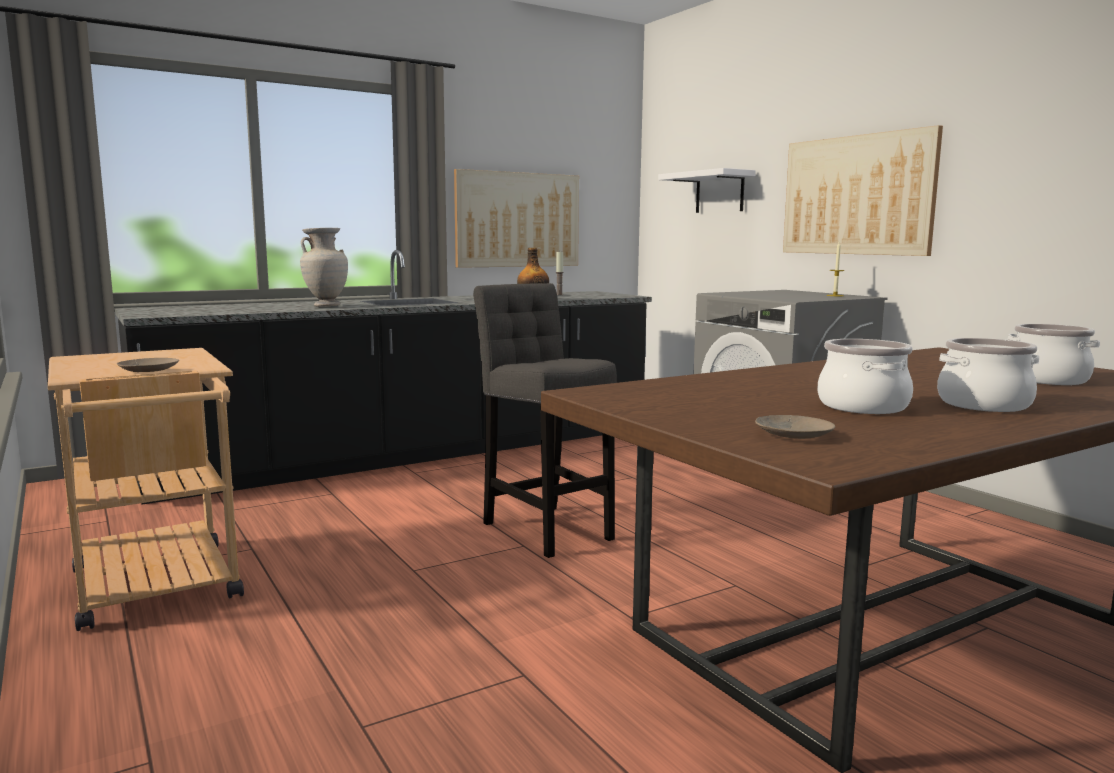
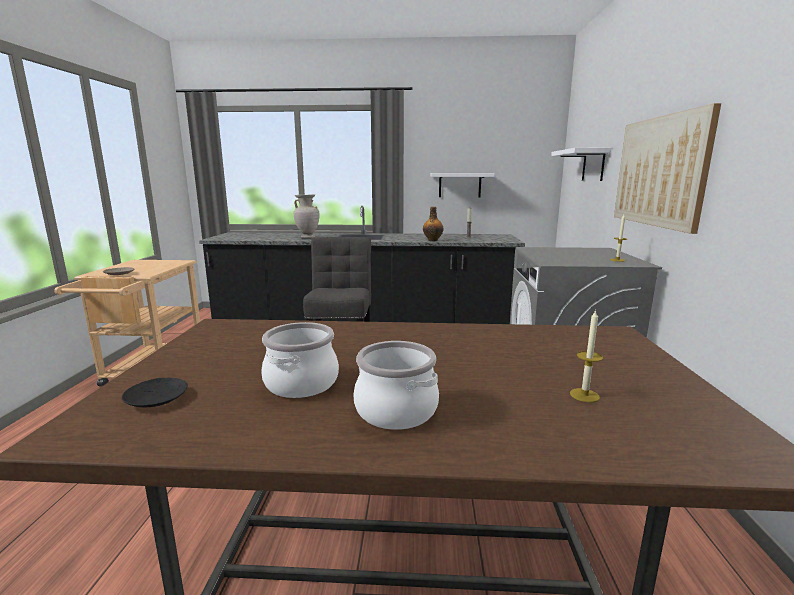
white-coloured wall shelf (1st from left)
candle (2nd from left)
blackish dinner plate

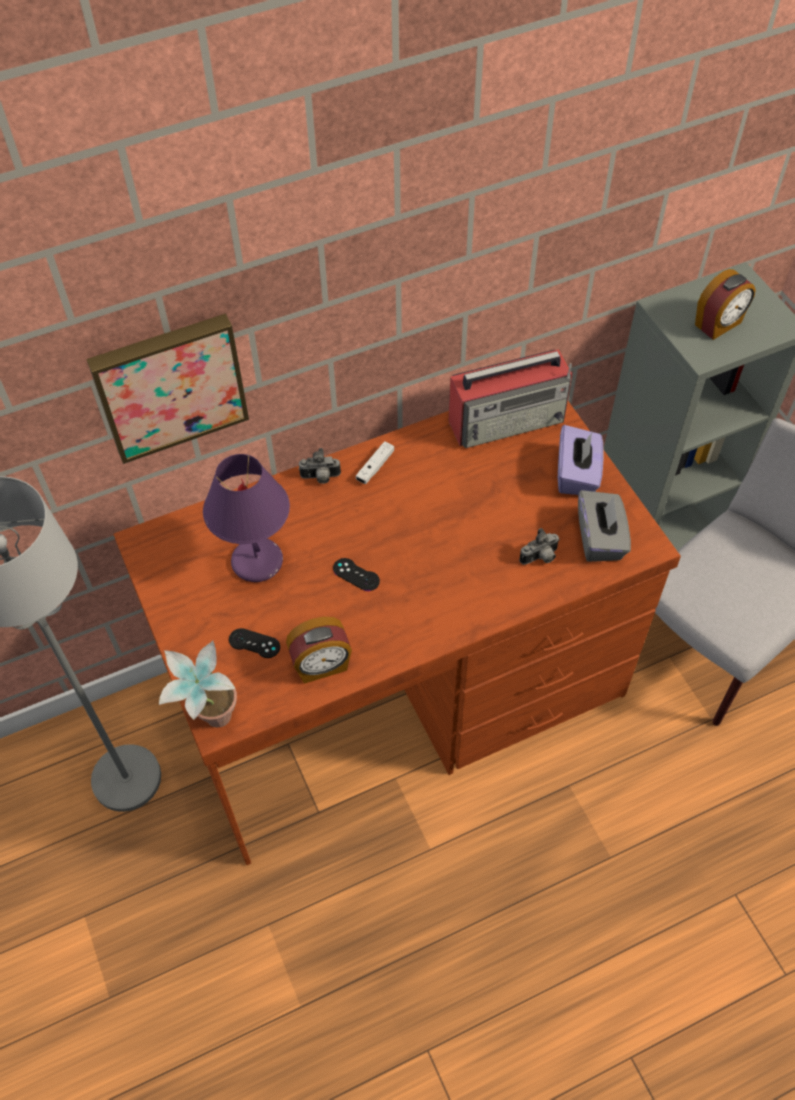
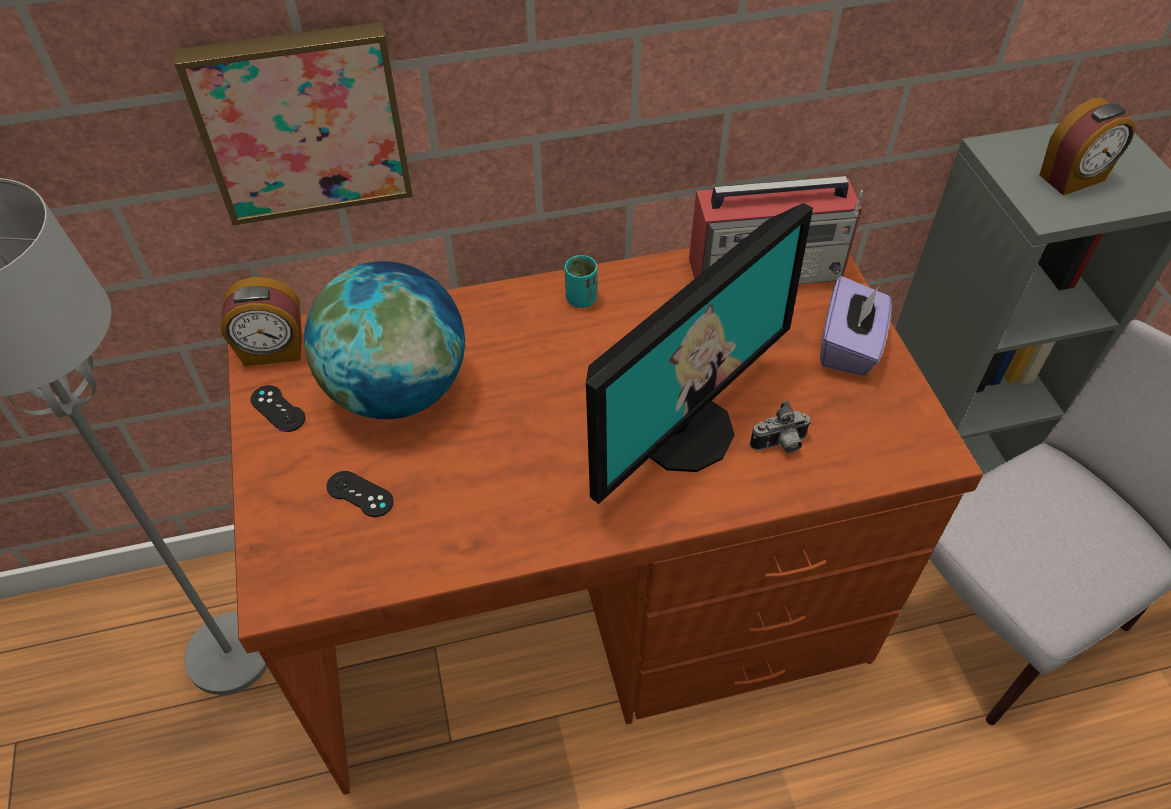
turquoise cup
photo camera (1st from left in the first image)
globe
gray box of tissues
blackish game controller (1st from left)
bedside clock (1st from left)
houseplant
computer screen

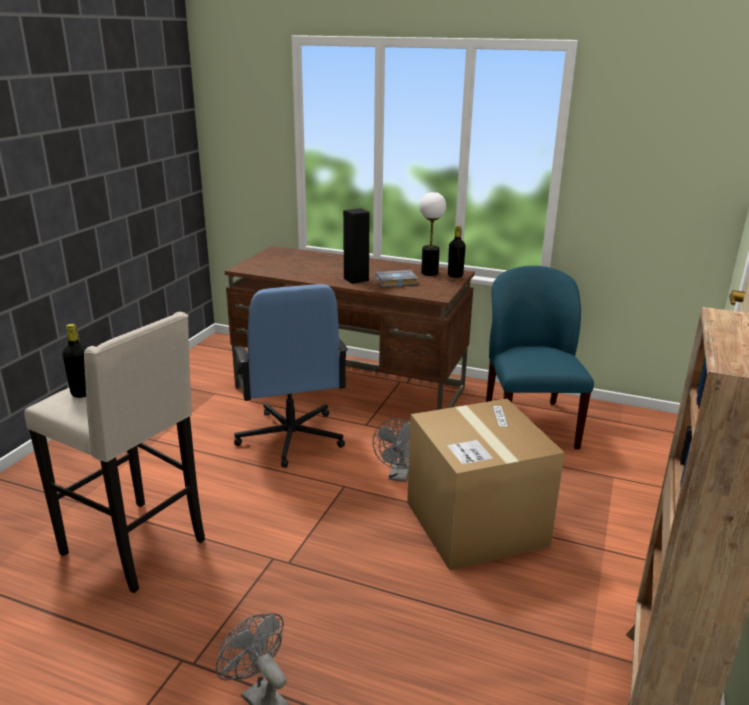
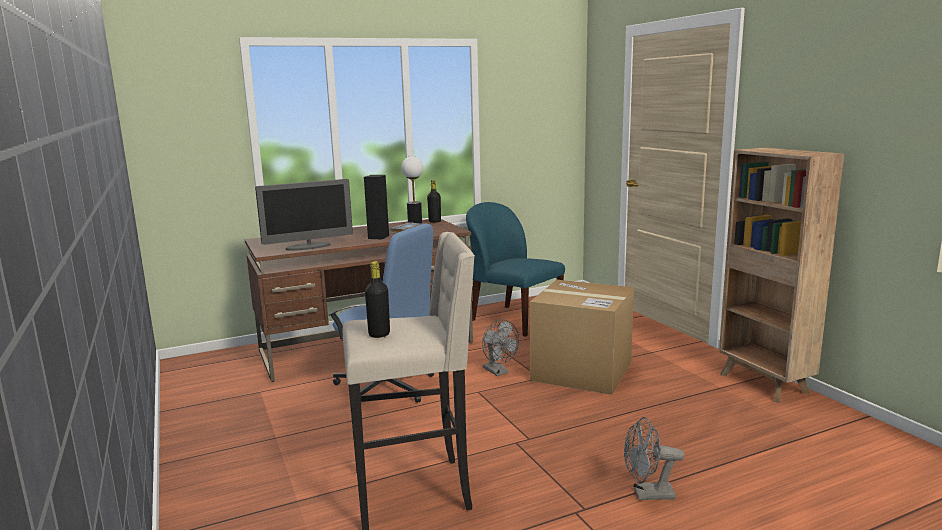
computer screen

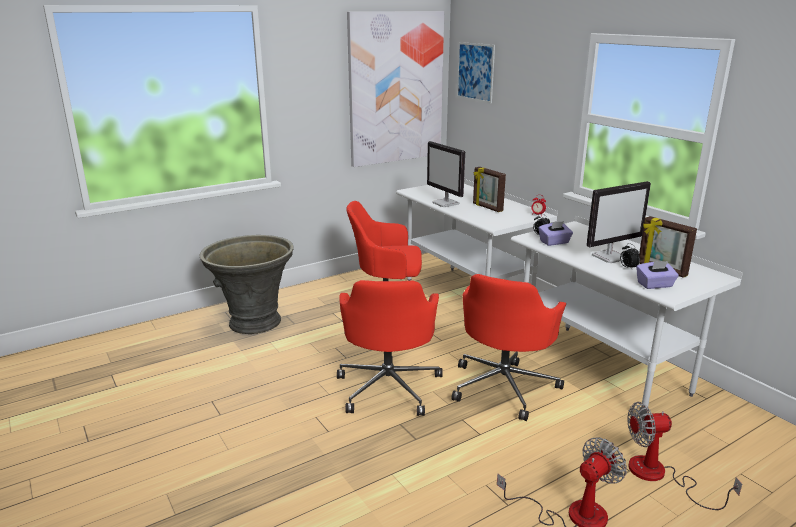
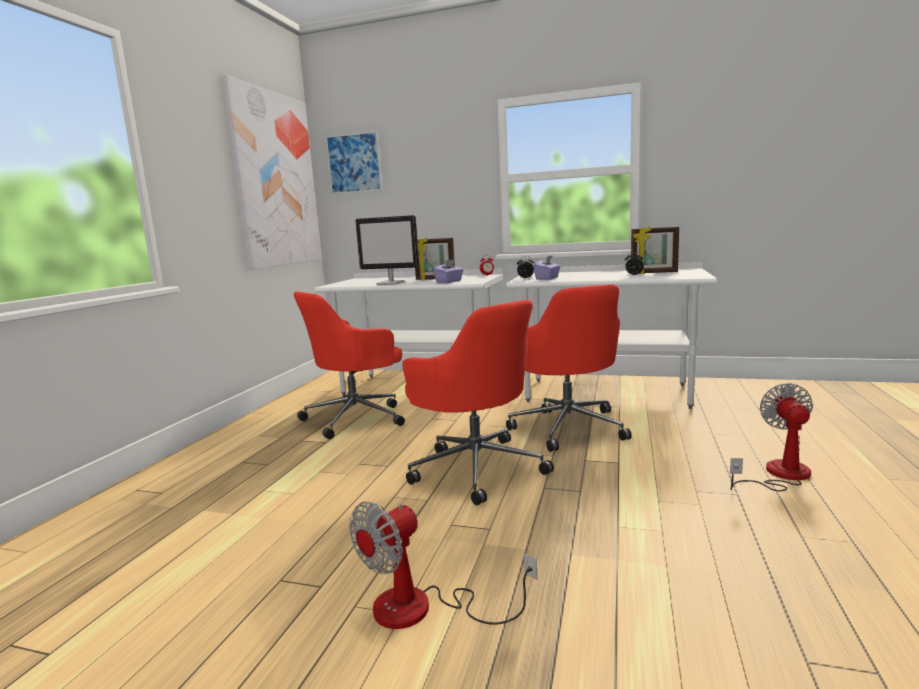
computer screen (2nd from left in the first image)
gray planter
purplish box of tissues (1st from left)
fan (1st from left)

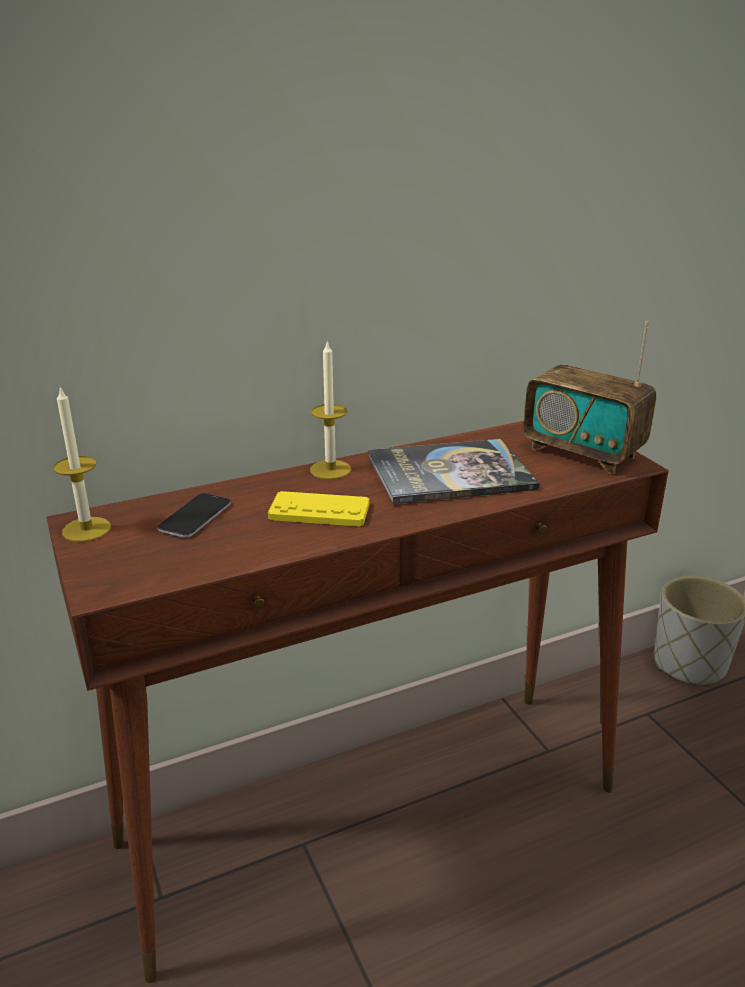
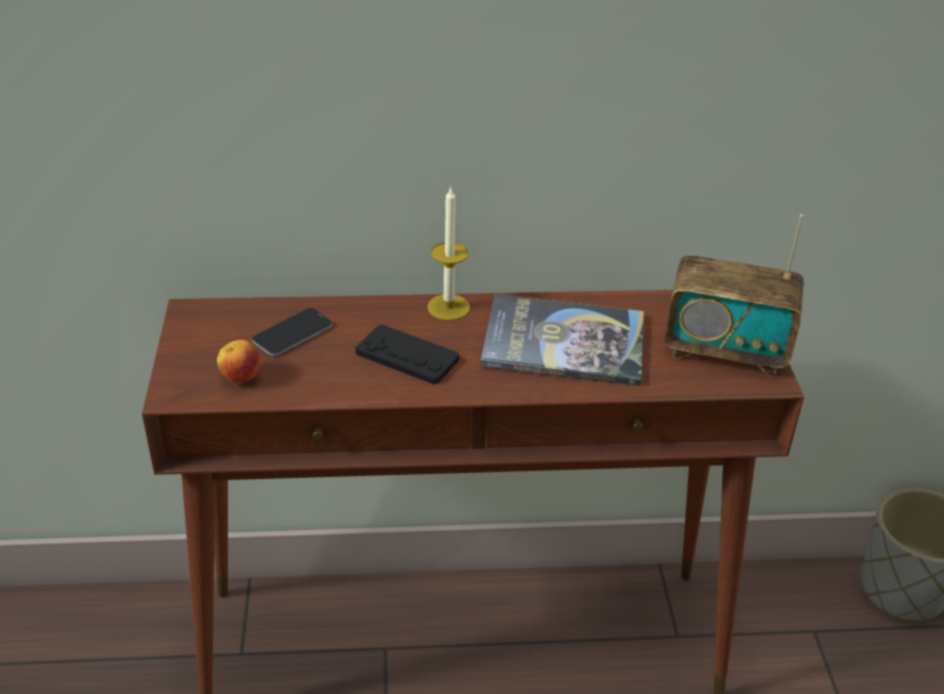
radio set
candle (1st from left in the first image)
blackish game controller
whole apple

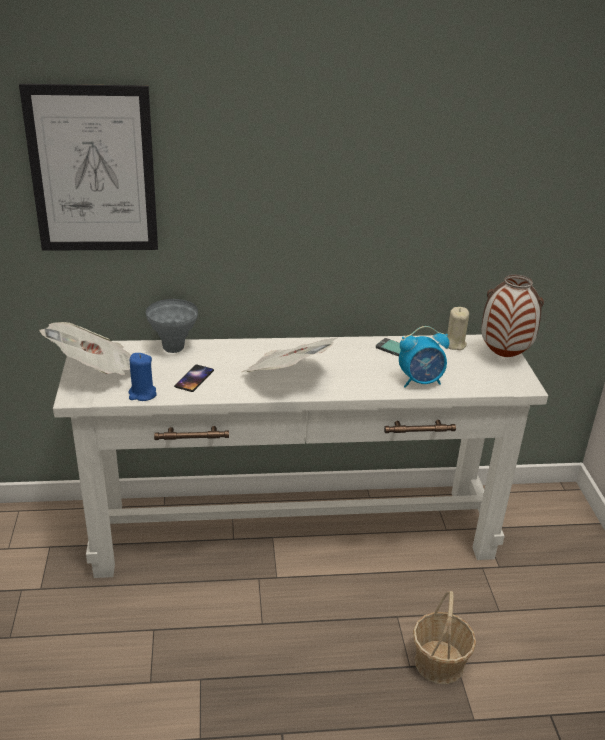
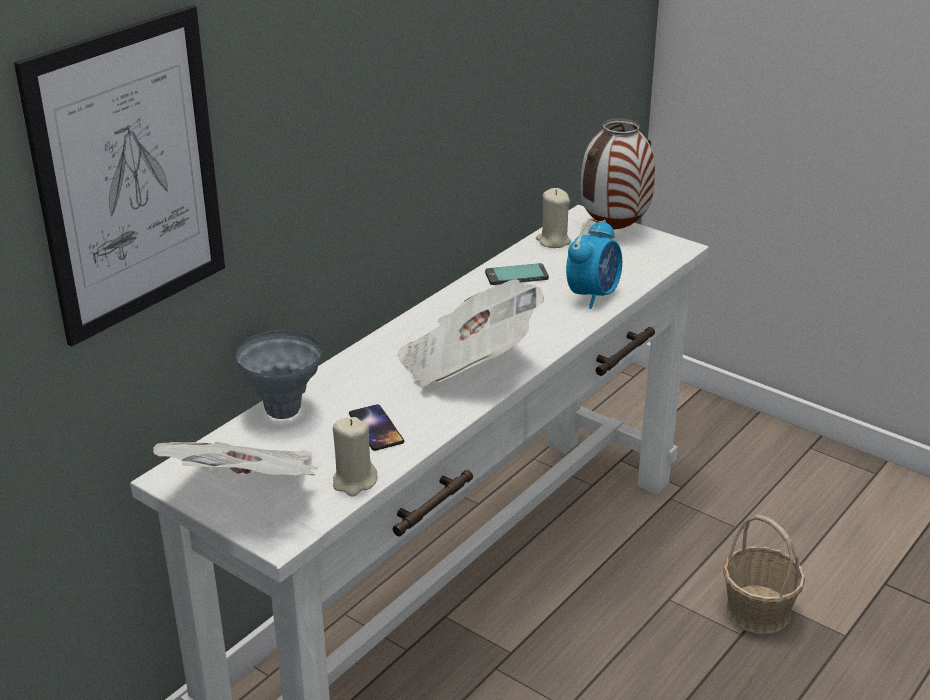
beige candle (1st from left)

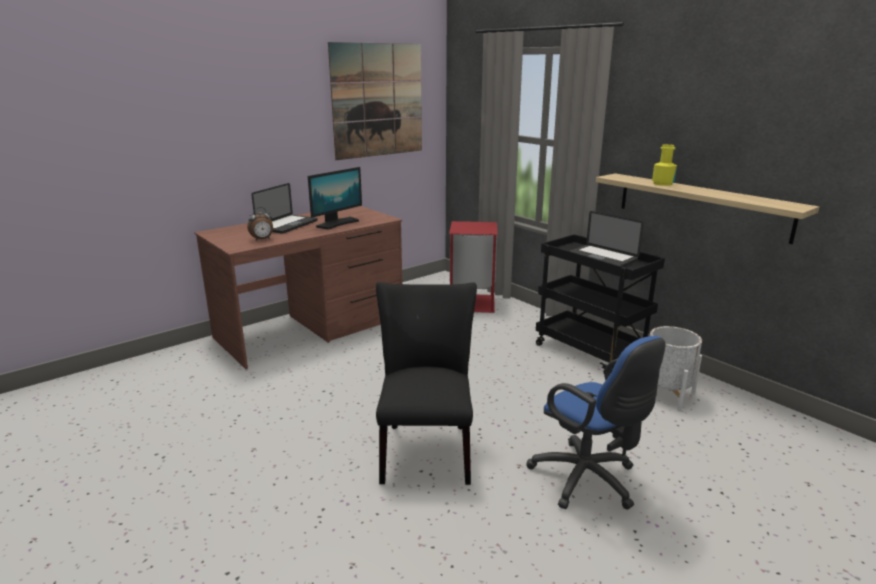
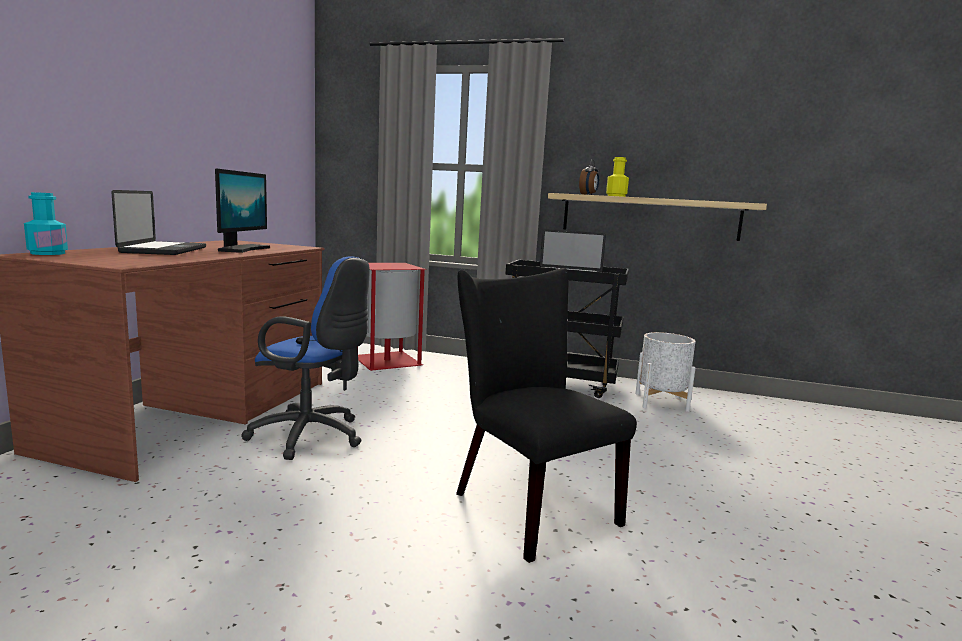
picture
bedside clock
blue-coloured office chair
turquoise bottle

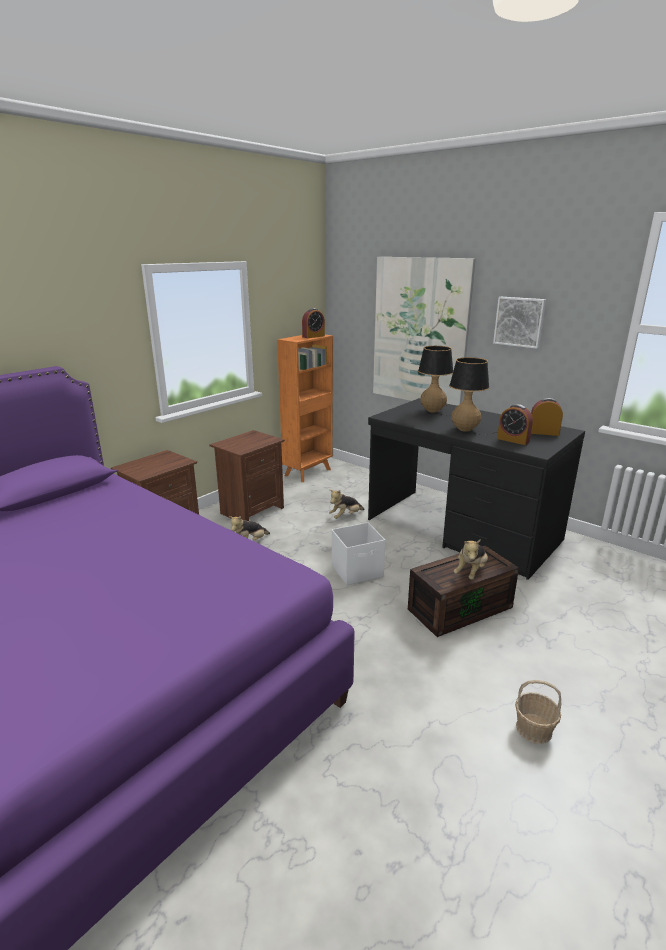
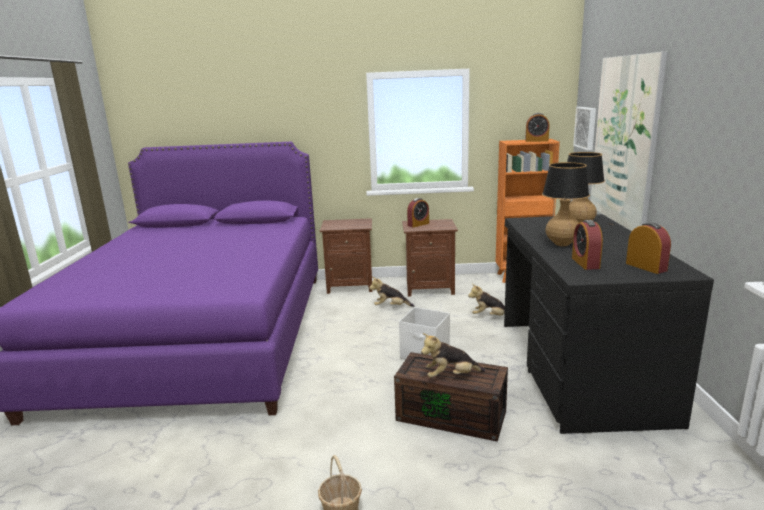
picture (1st from left)
bedside clock (1st from left)

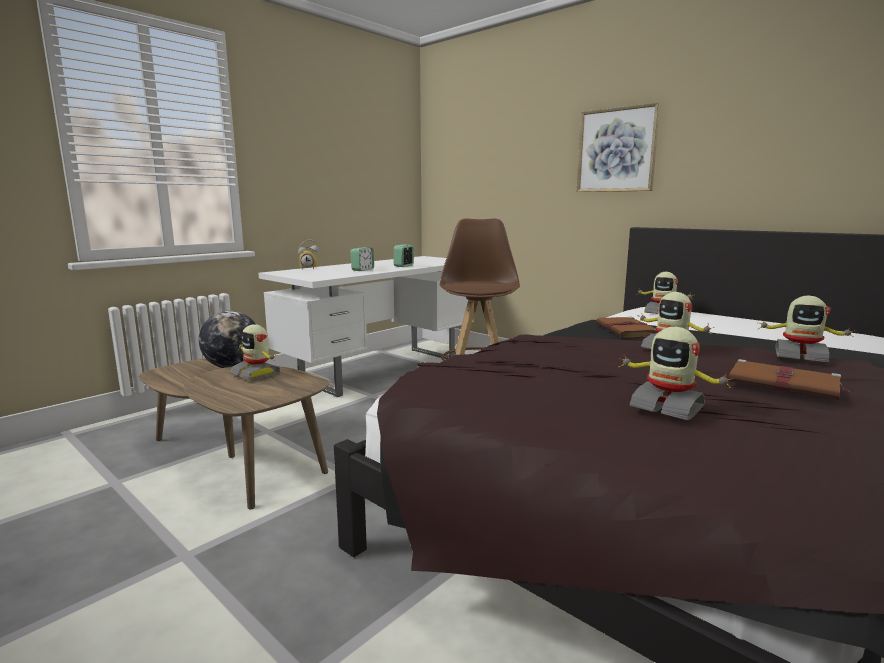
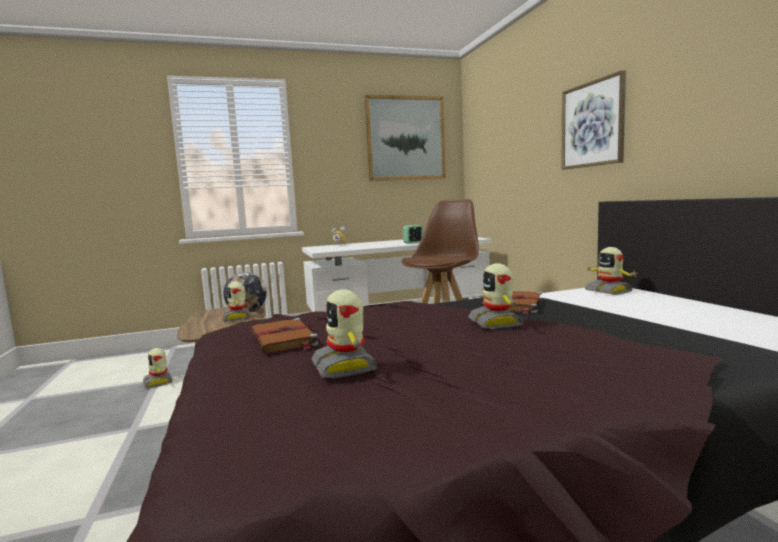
bedside clock (2nd from left in the first image)
robot figure (1st from left)
brownish bound book (1st from left)
picture (1st from left)

